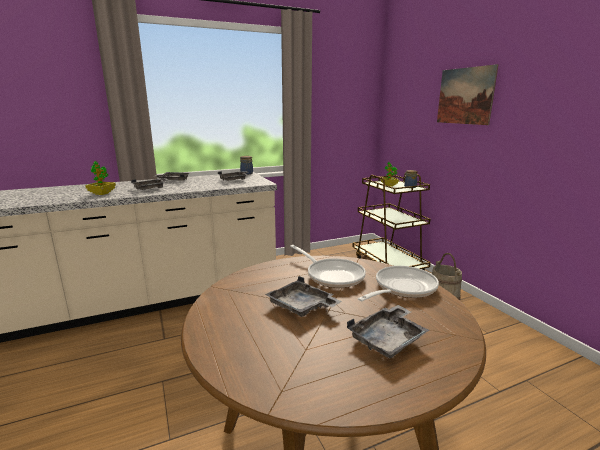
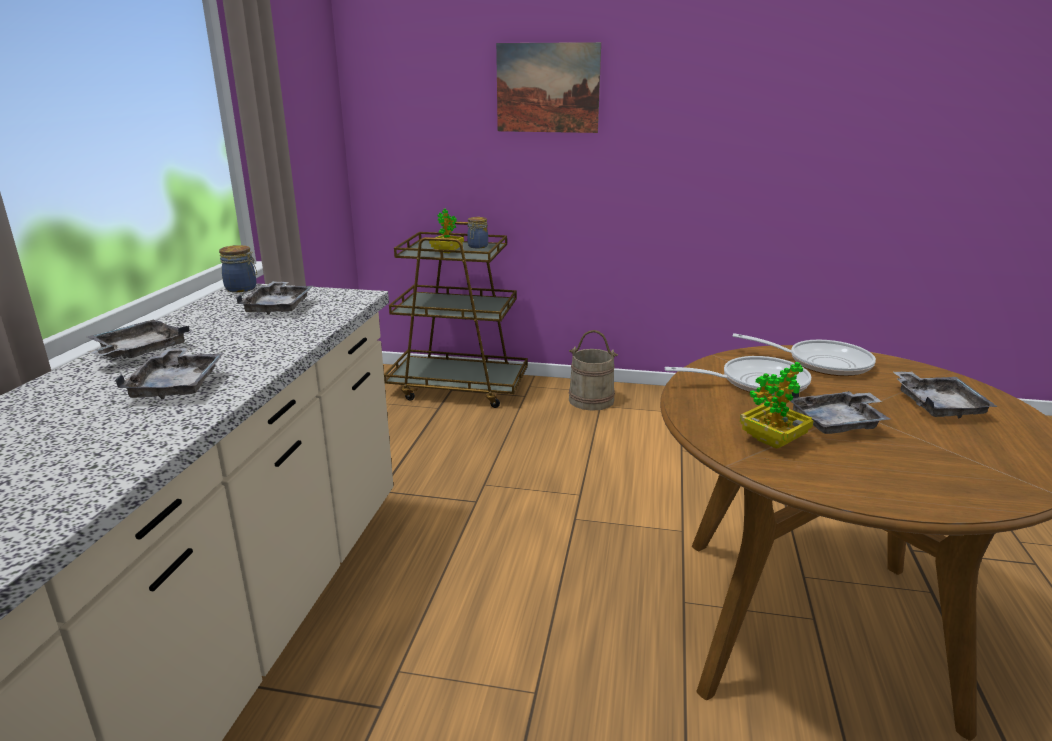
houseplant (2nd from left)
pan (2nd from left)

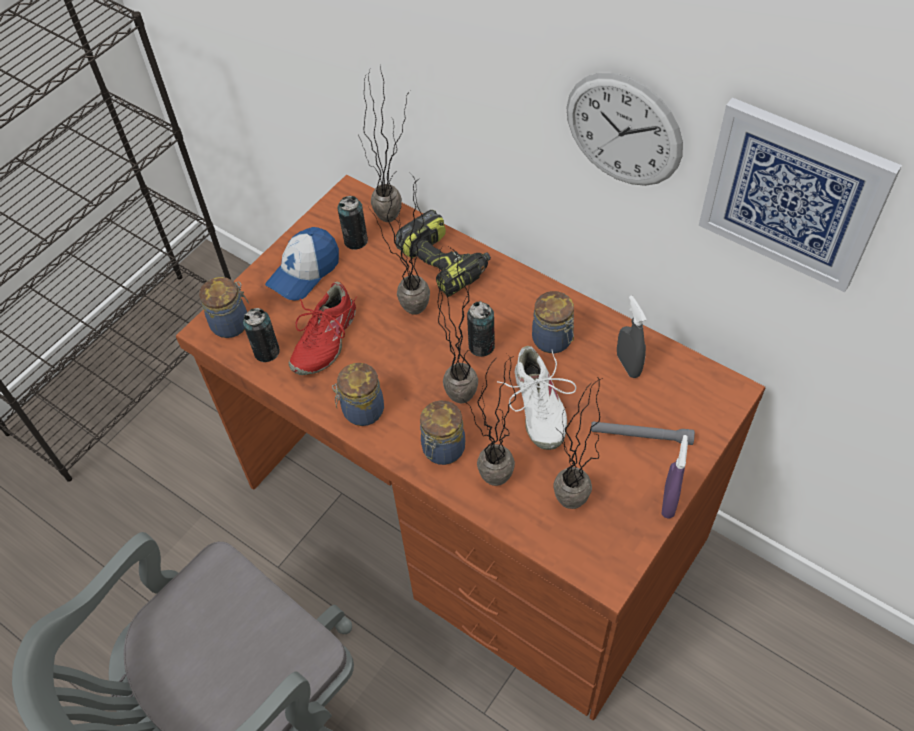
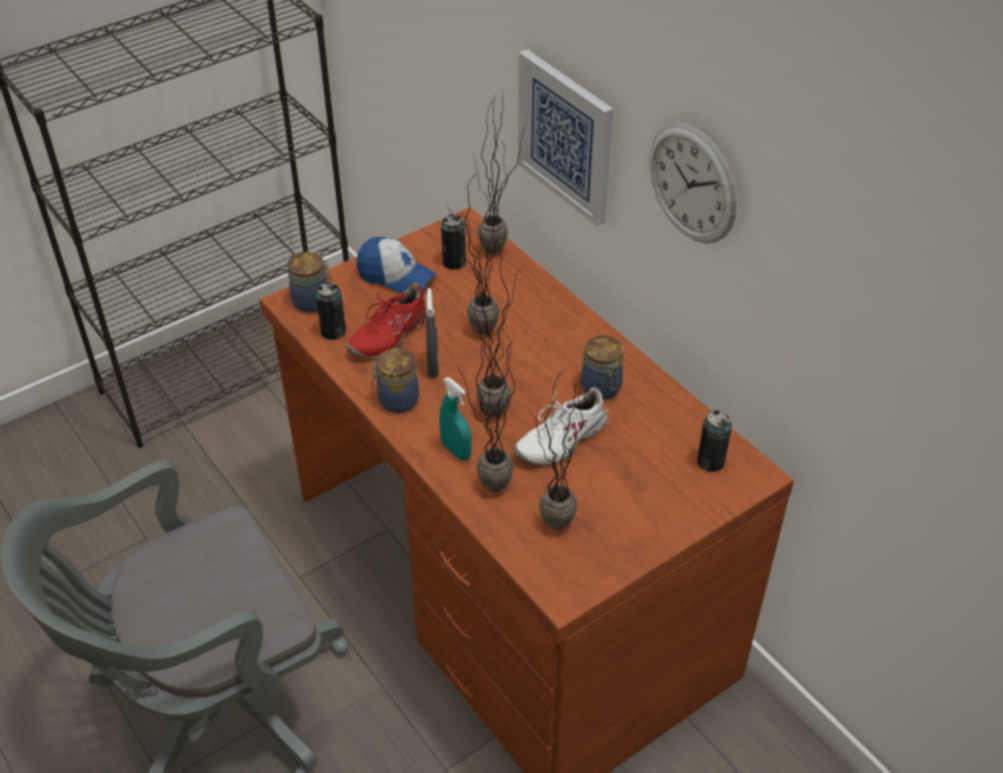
picture
drill
cap
gray hand sprayer
sealed can (3rd from left)
white-coloured shoe
turquoise hand sprayer
gray flashlight
purplish hand sprayer

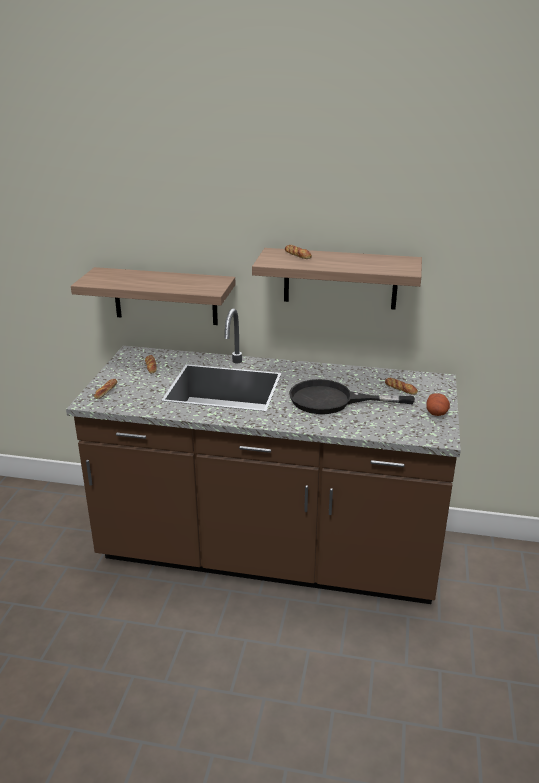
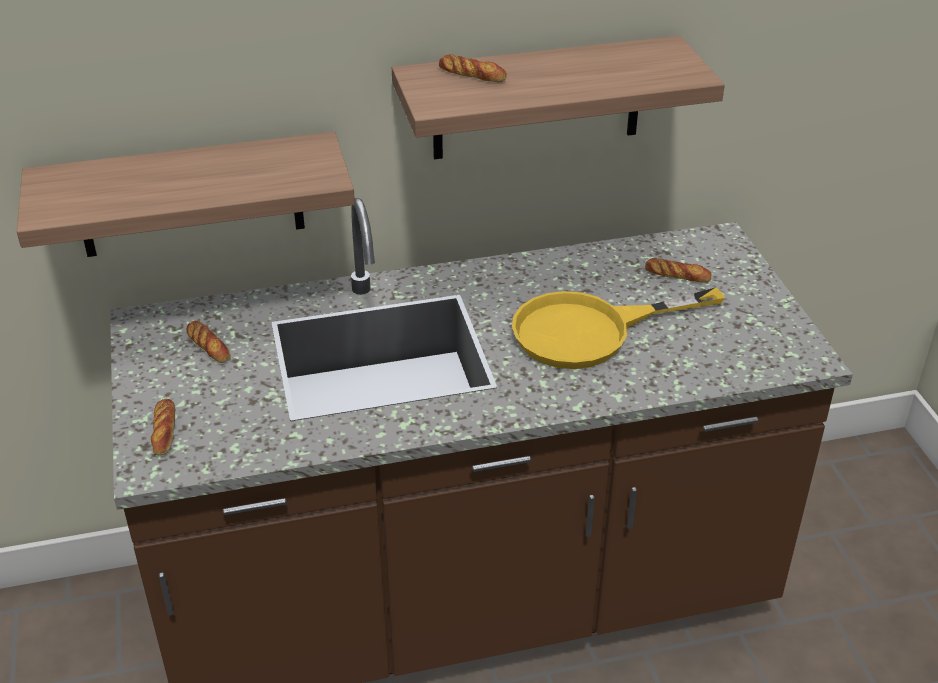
yellow-coloured pan
whole potato

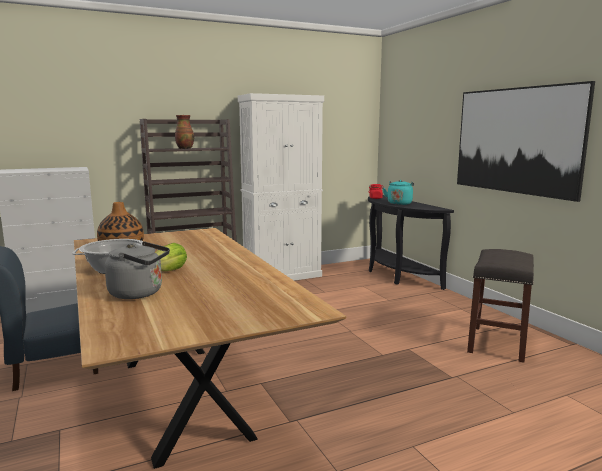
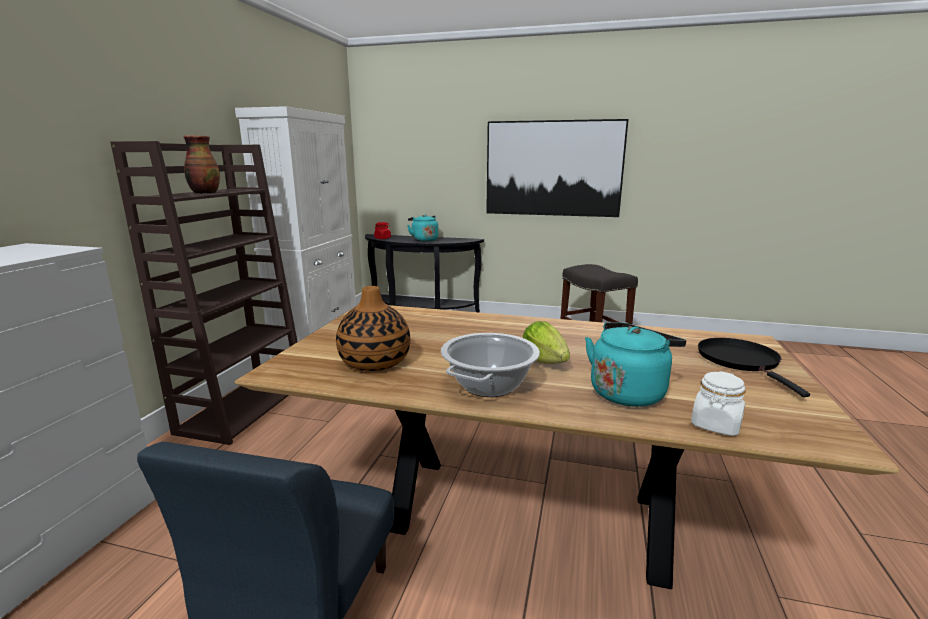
turquoise tea kettle (2nd from left)
blackish pan
white-coloured preserve jar

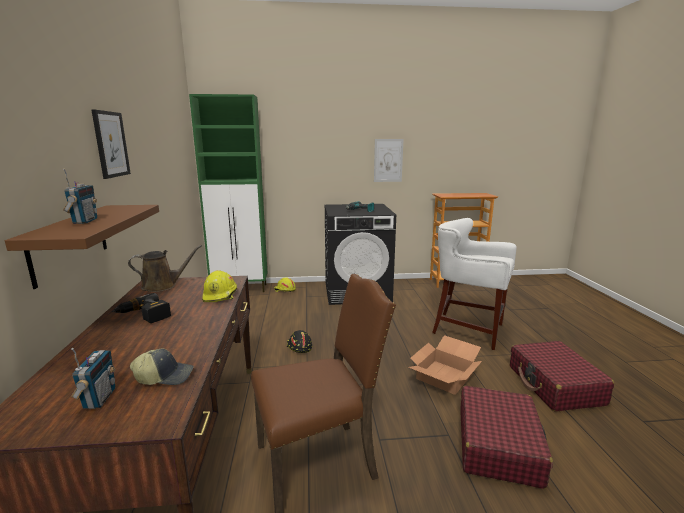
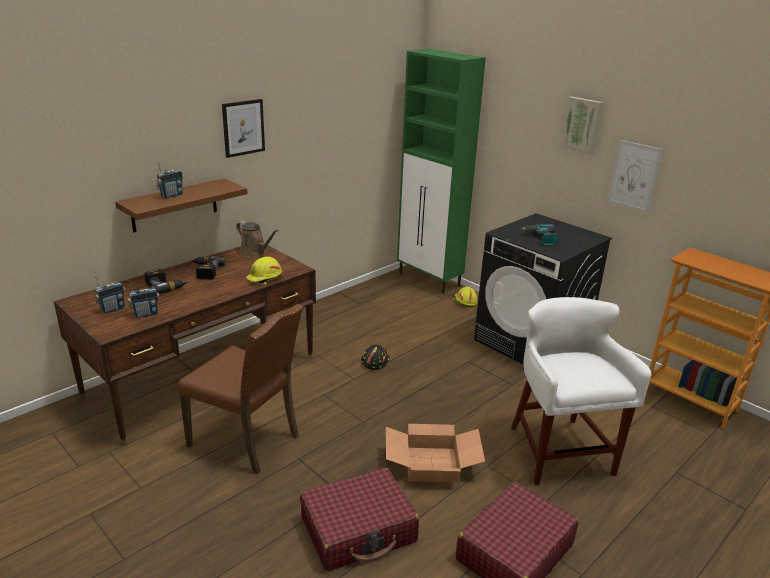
radio set (2nd from left)
picture (2nd from left)
drill (1st from left)

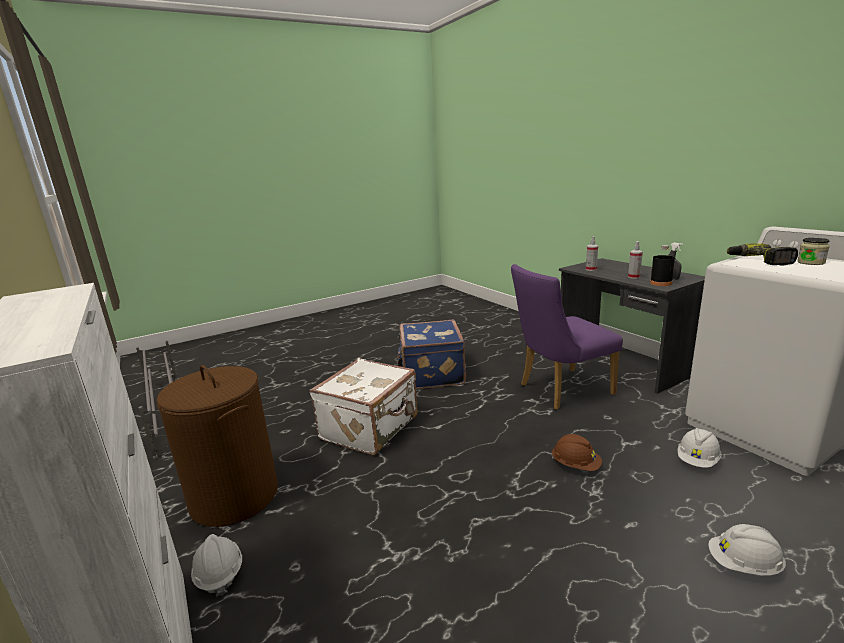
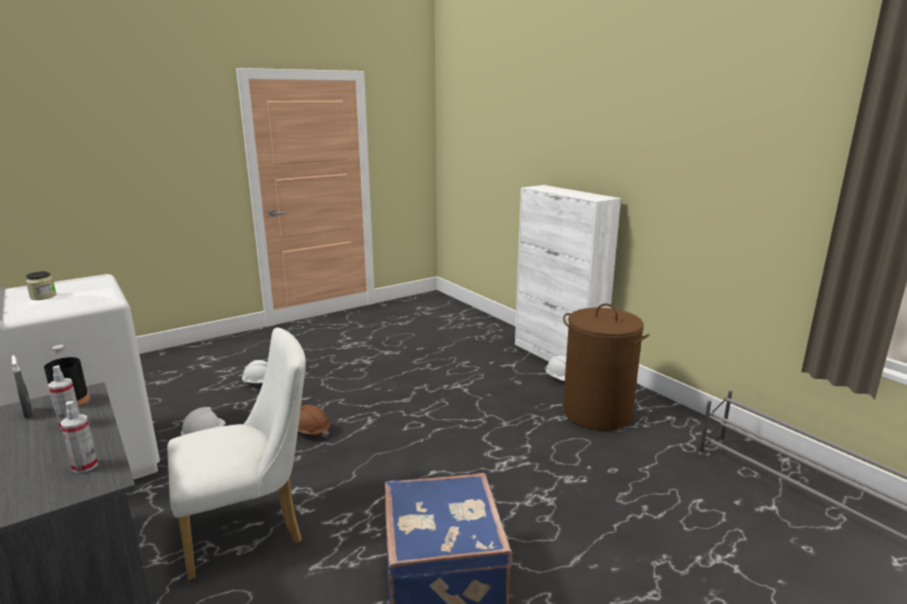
drill
white-coloured chair
white-coloured suitcase

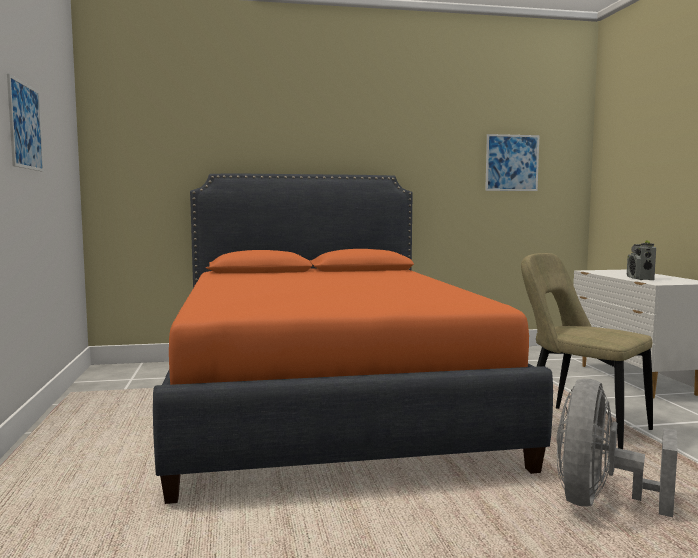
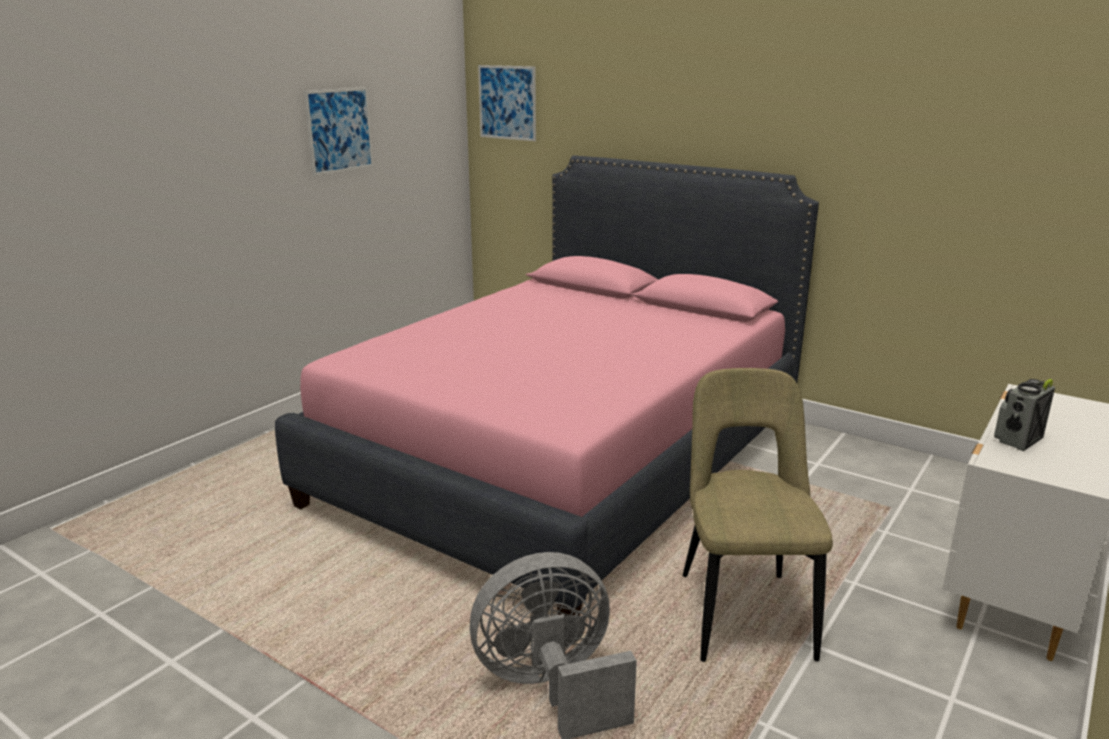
picture (2nd from left)
pinkish sleeping bed

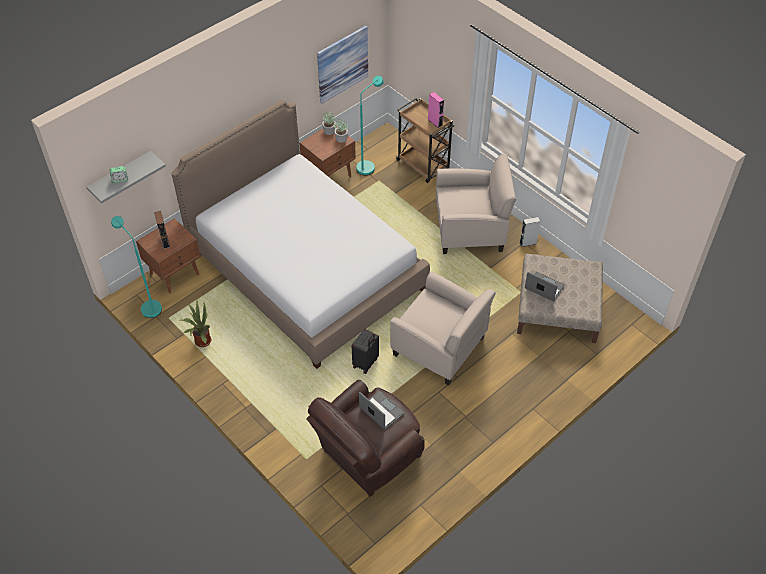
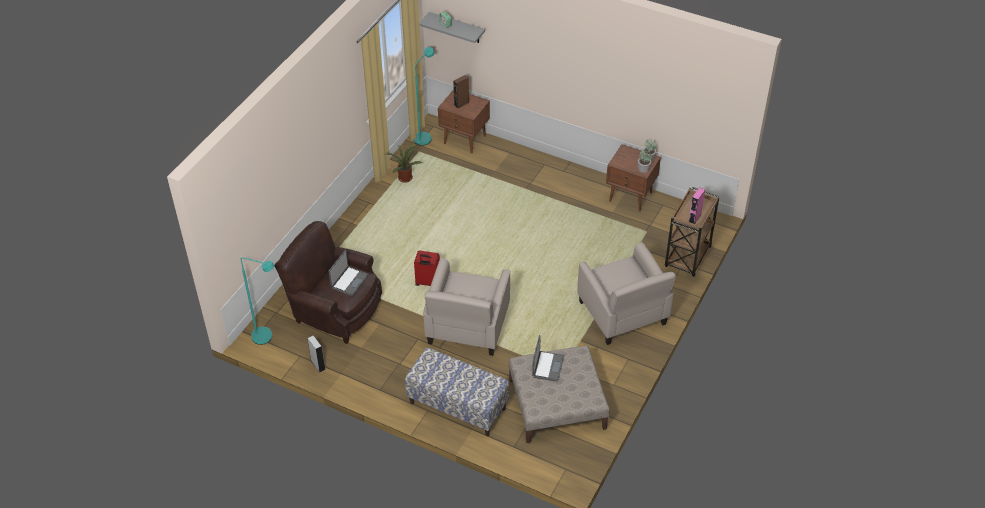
picture
turquoise standard lamp (1st from left)
sleeping bed
gray speaker
reddish suitcase
bench

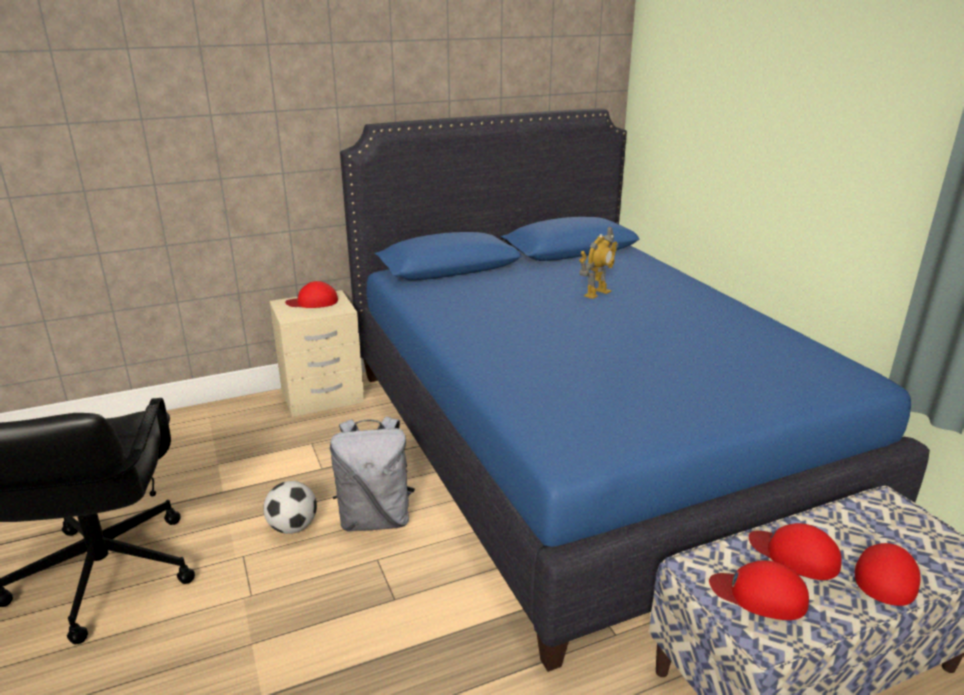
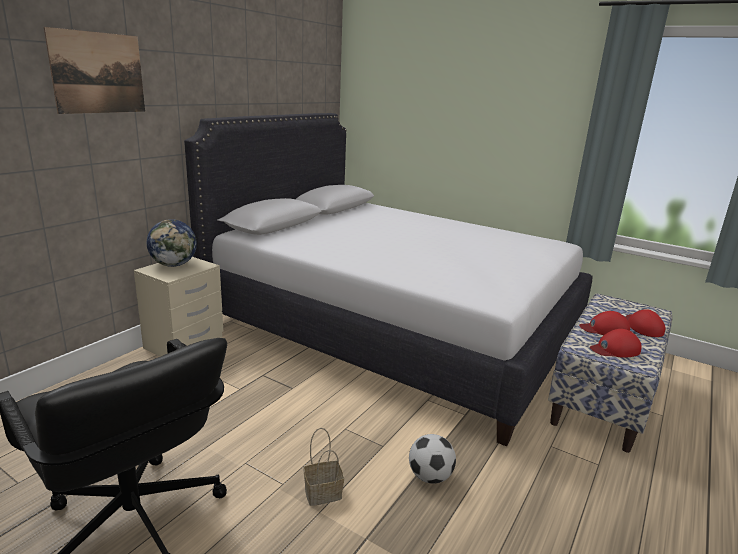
white-coloured sleeping bed
robot figure
globe
gray rucksack
football
picture
household basket

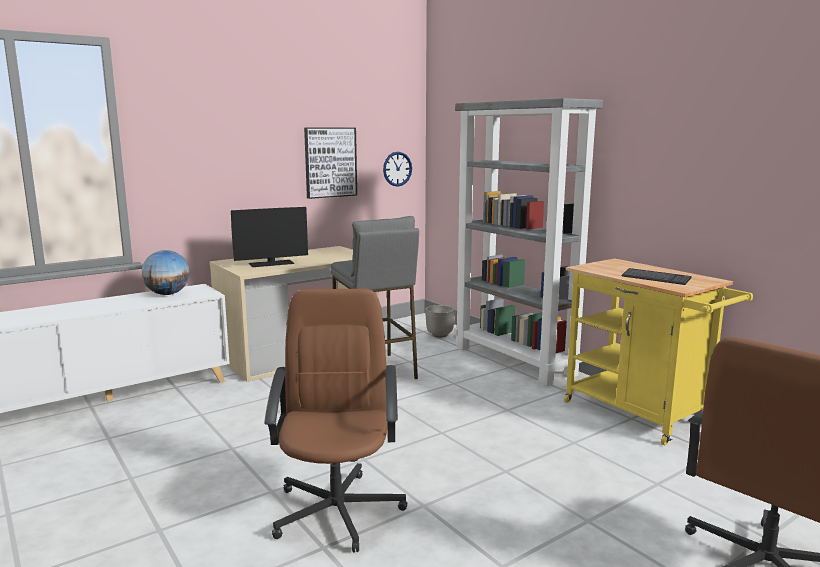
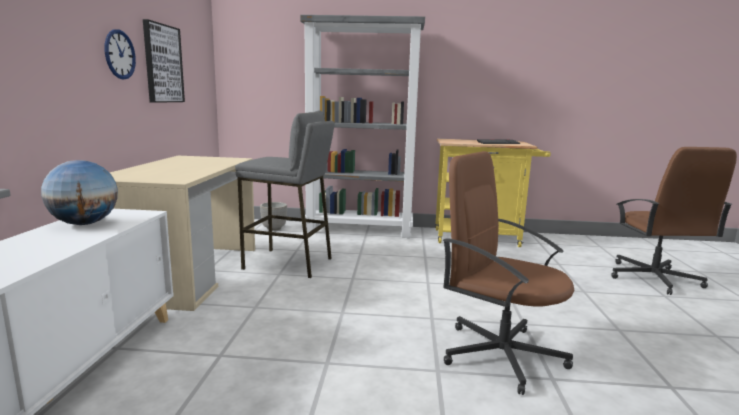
wall clock
computer screen

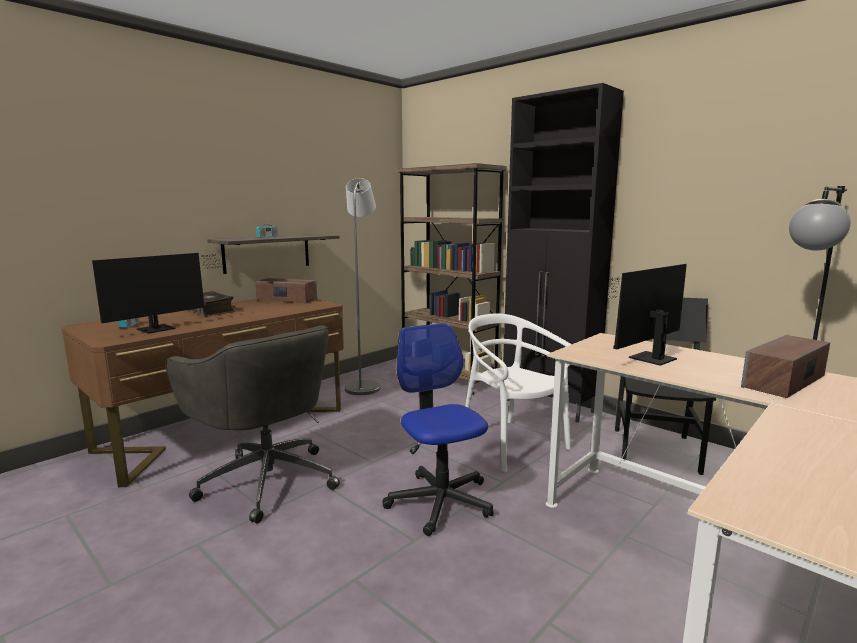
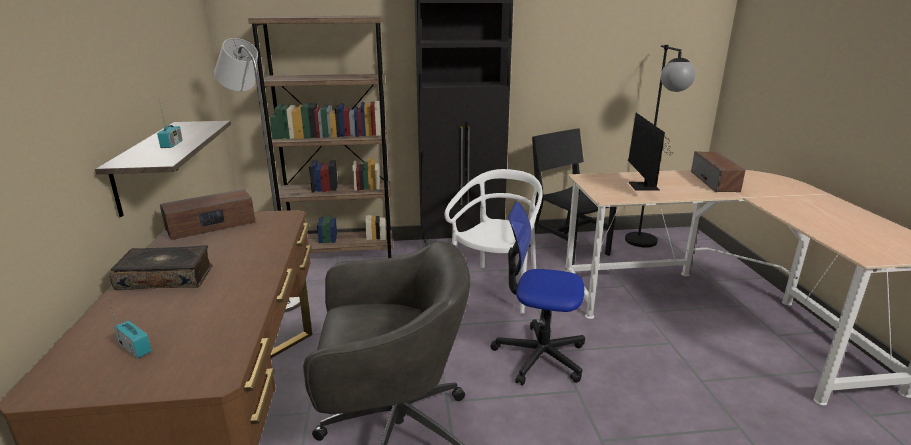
computer screen (1st from left in the first image)
white-coloured chair

